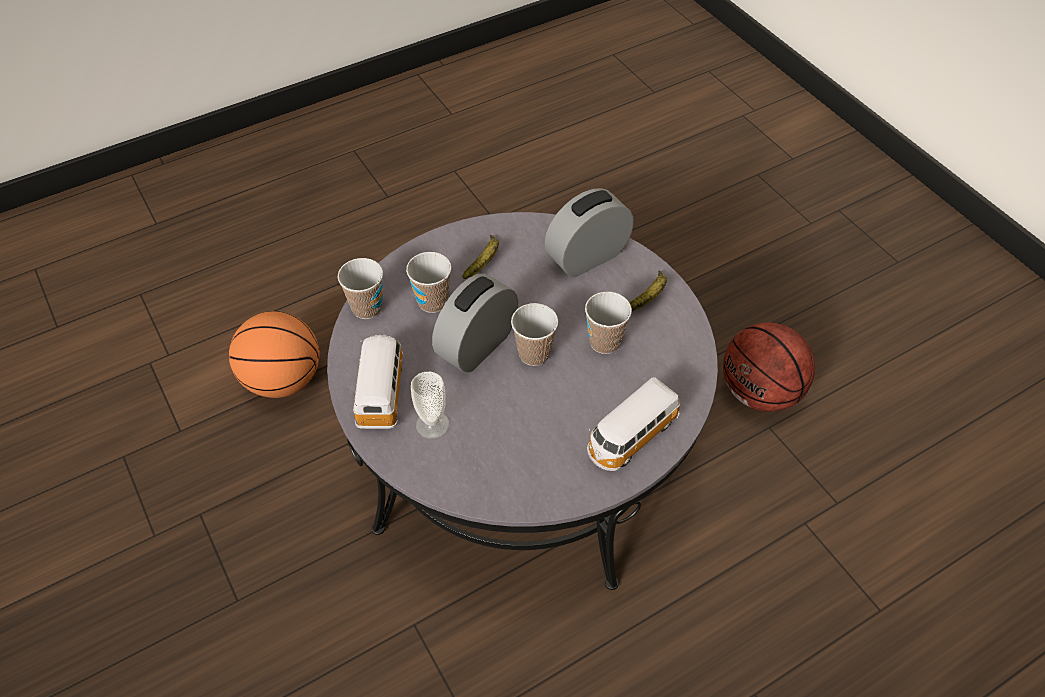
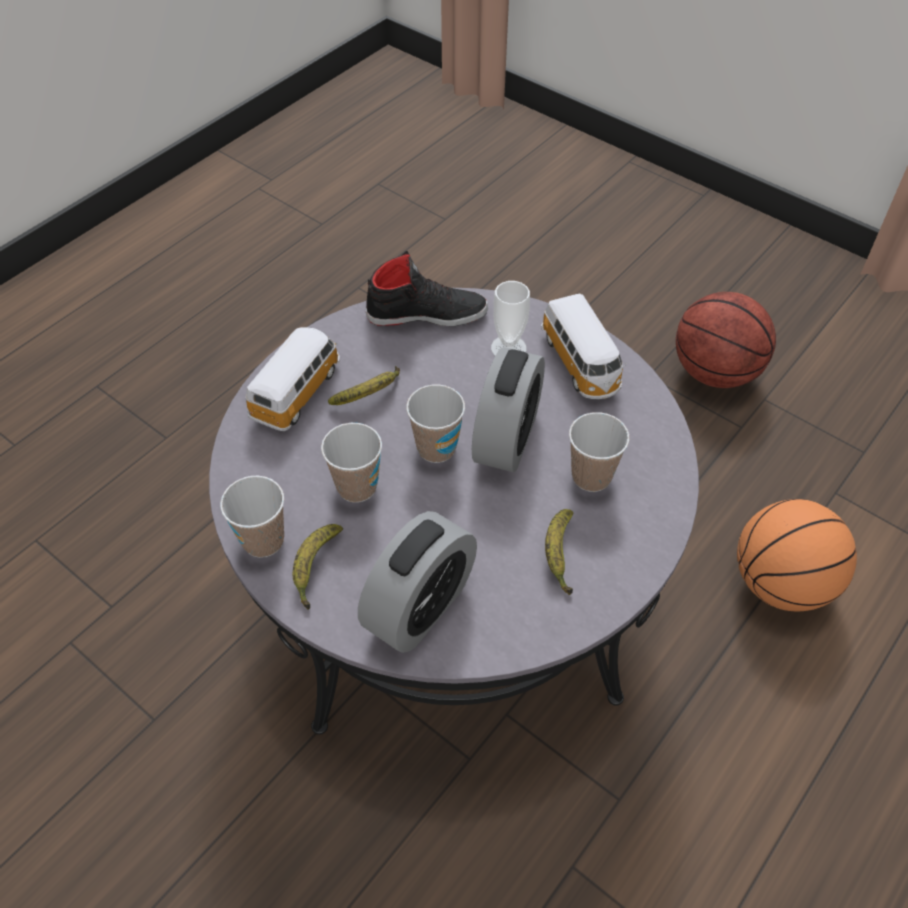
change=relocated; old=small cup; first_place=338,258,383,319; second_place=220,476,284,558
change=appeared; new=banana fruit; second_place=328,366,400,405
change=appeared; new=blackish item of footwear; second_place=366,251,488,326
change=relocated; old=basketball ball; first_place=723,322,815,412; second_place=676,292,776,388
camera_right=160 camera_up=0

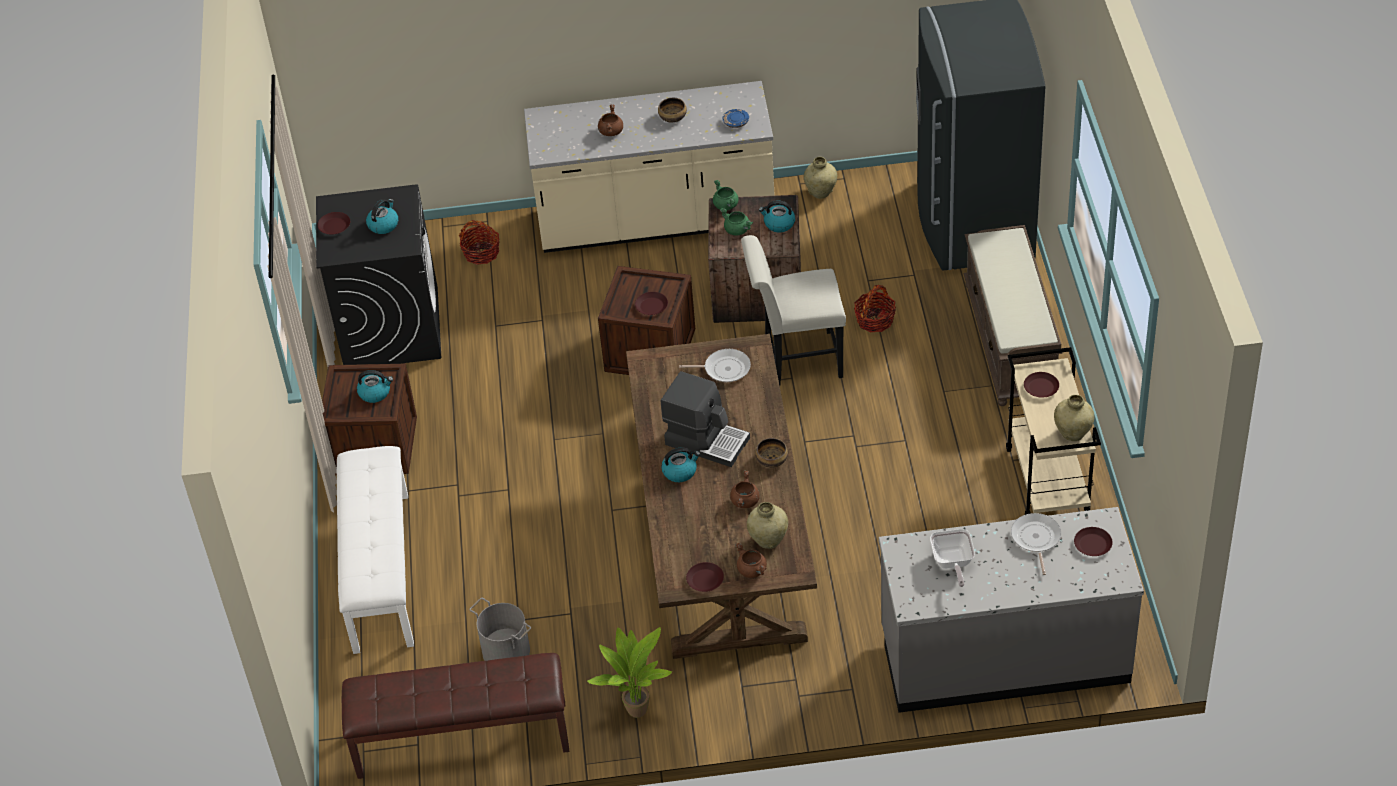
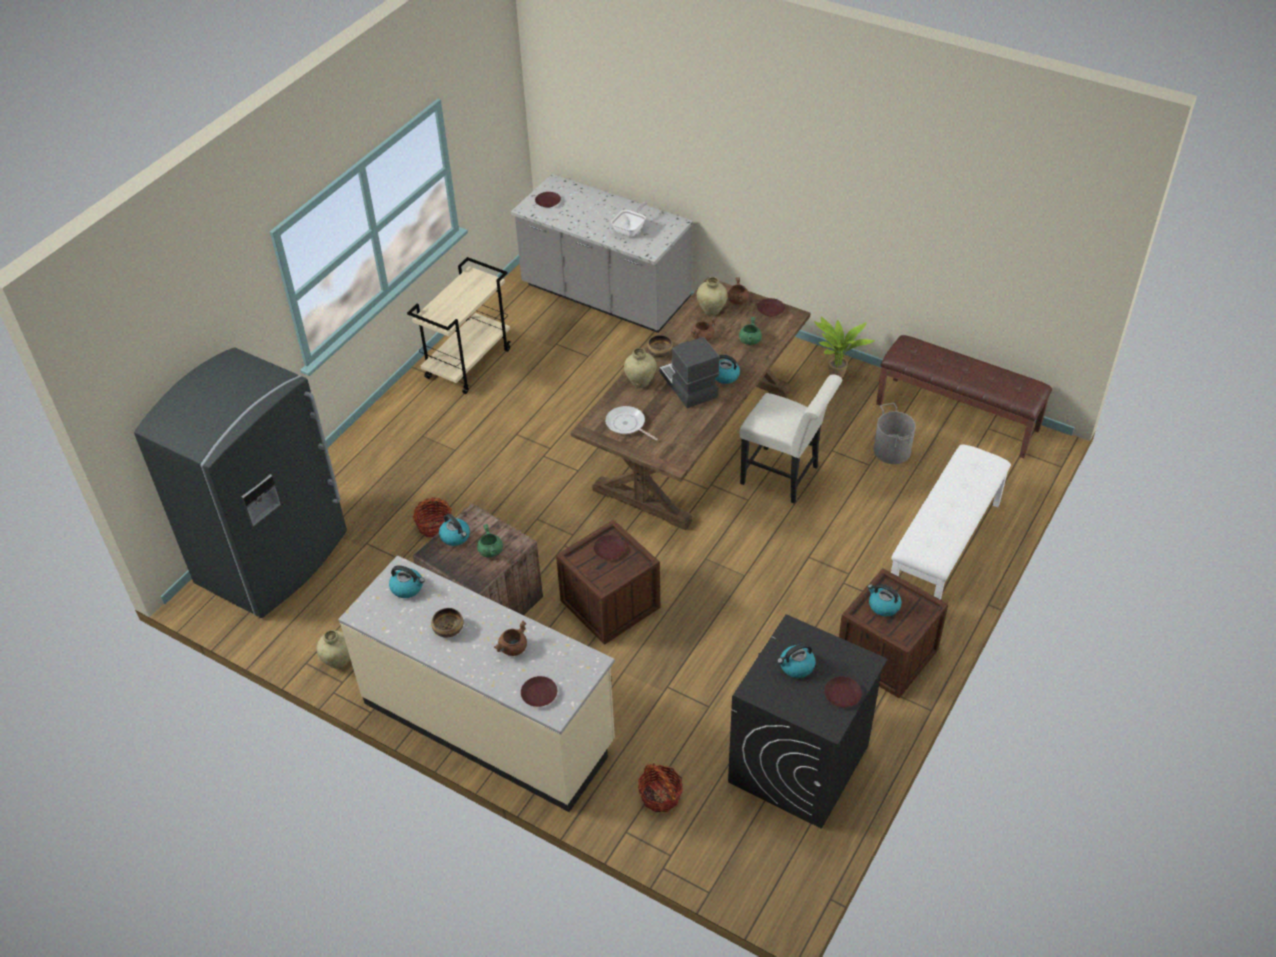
change=exchanged; old=bluish flat dish; new=tea kettle; first_place=722,109,749,128; second_place=389,565,425,598
change=relocated; old=brownish flat dish; first_place=1024,372,1059,397; second_place=521,676,557,707
change=relocated; old=beige vase; first_place=1054,395,1094,441; second_place=624,348,657,388
change=relocated; old=greenish saucepot; first_place=713,180,739,210; second_place=739,317,762,345
change=relocated; old=whitish upright chair; first_place=741,235,846,385; second_place=740,374,843,504
change=missing; old=brownish bench; first_place=963,225,1063,406
change=missing; old=pan; first_place=1011,513,1061,575
camera_right=-145 camera_up=0

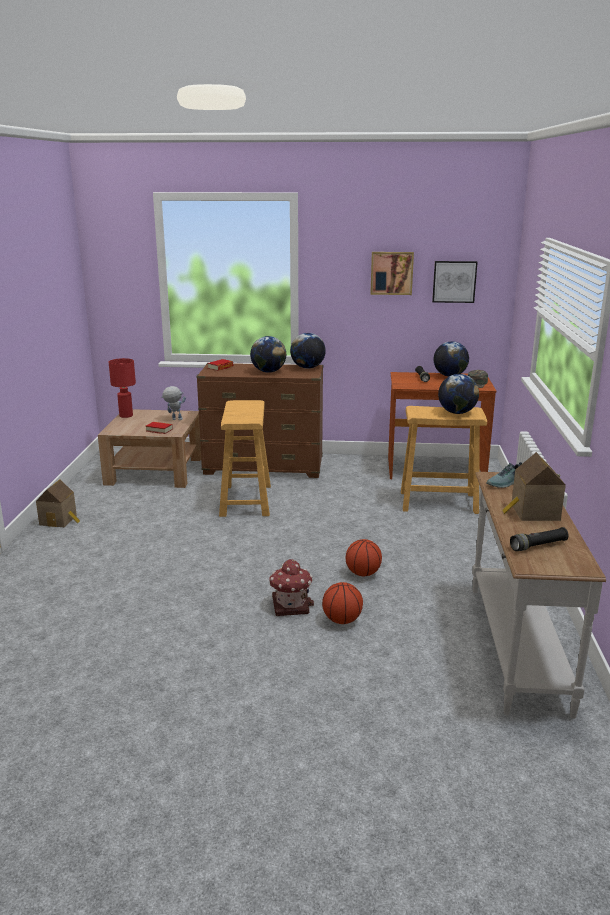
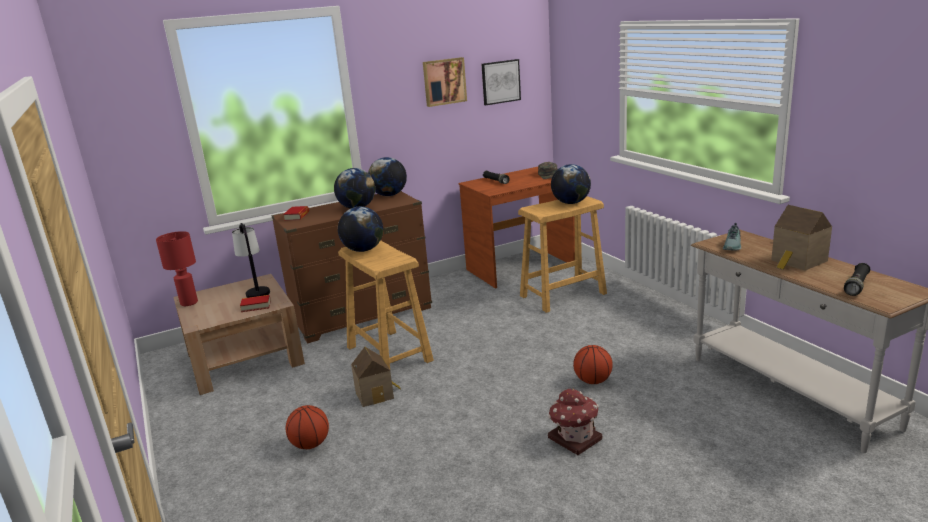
change=exchanged; old=robot figure; new=table lamp; first_place=161,386,186,420; second_place=232,223,270,298
change=relocated; old=basketball ball; first_place=322,582,363,624; second_place=286,405,329,449
change=relocated; old=globe; first_place=433,341,469,377; second_place=338,207,383,252
change=relocated; old=miniature house; first_place=36,479,80,527; second_place=351,347,401,407
camera_right=-30 camera_up=0

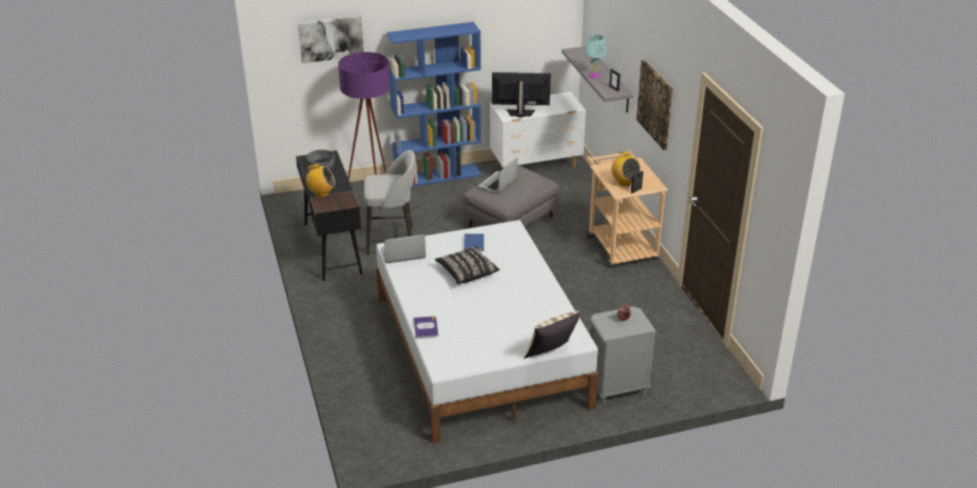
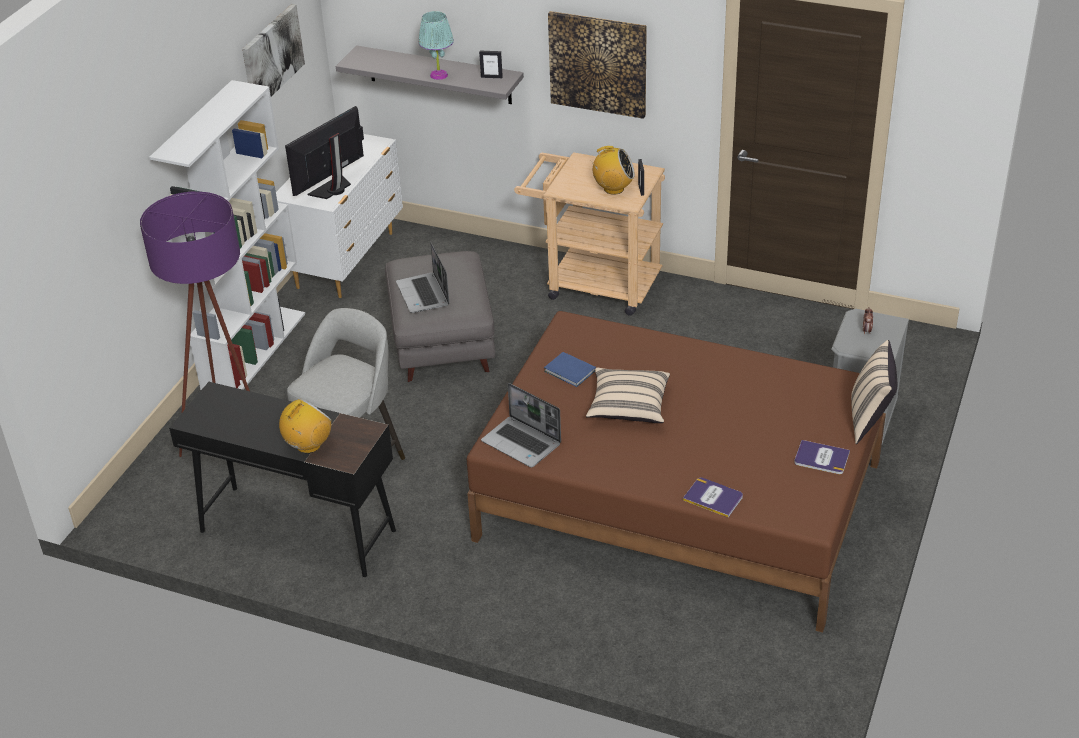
change=colour; old=bluish bookcase; new=whitish bookcase; first_place=387,22,481,187; second_place=149,80,305,390
change=relocated; old=picture; first_place=298,16,364,63; second_place=242,4,305,97
change=colour; old=whitish bed; new=brownish bed; first_place=376,220,598,443; second_place=467,311,886,632
change=spun; old=portable computer; first_place=381,234,426,263; second_place=481,383,561,468; degrees=-75
change=colour; old=blackish throw pillow; new=beige throw pillow; first_place=435,246,500,285; second_place=586,368,670,423
change=appeared; new=volume; second_place=794,440,850,474
change=missing; old=grey deep dish; first_place=307,150,335,169
camera_right=-50 camera_up=5

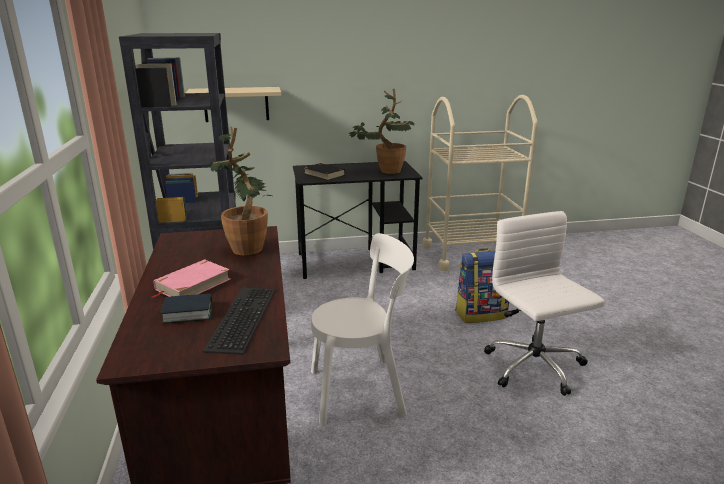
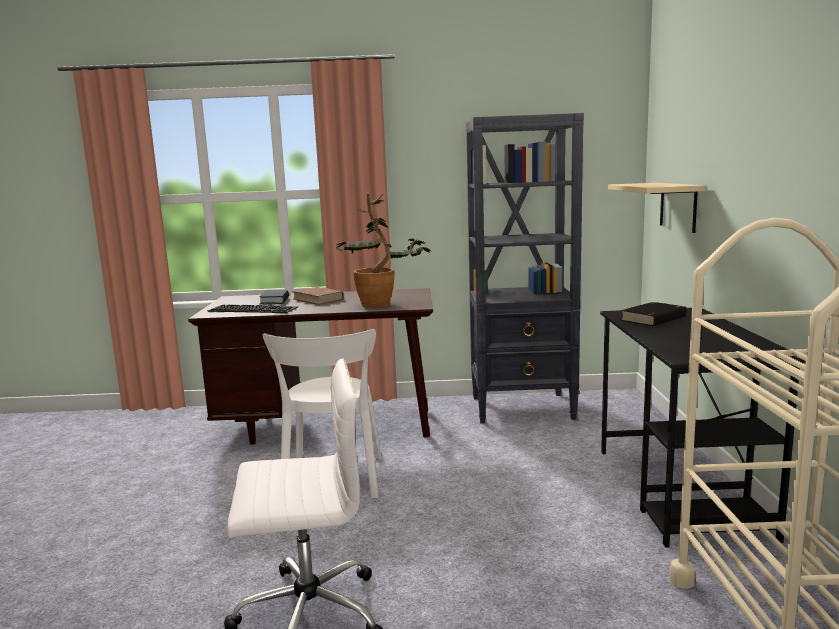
change=colour; old=pinkish volume; new=brownish volume; first_place=152,259,230,298; second_place=292,287,344,305
change=missing; old=potted plant; first_place=349,89,415,174
change=missing; old=backpack; first_place=455,248,509,323
camera_right=100 camera_up=-10

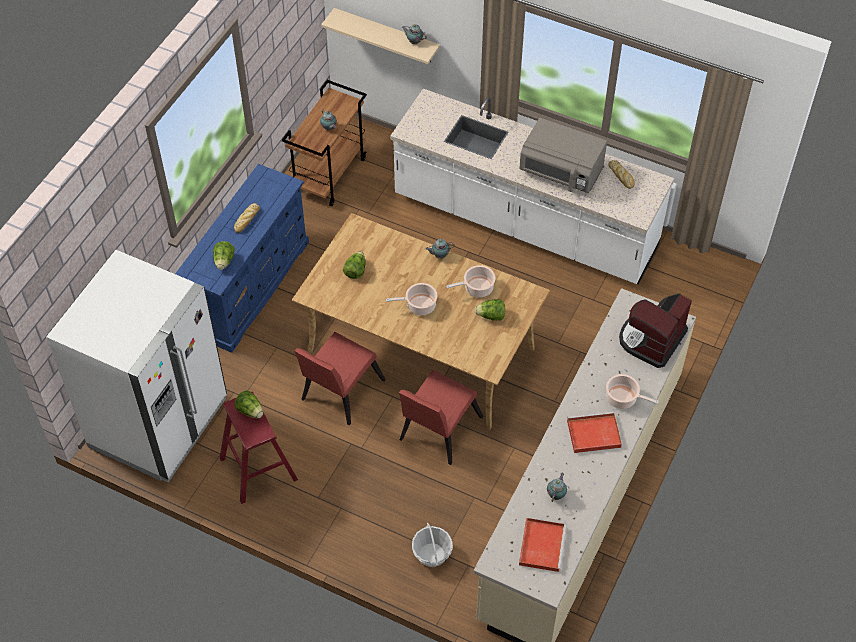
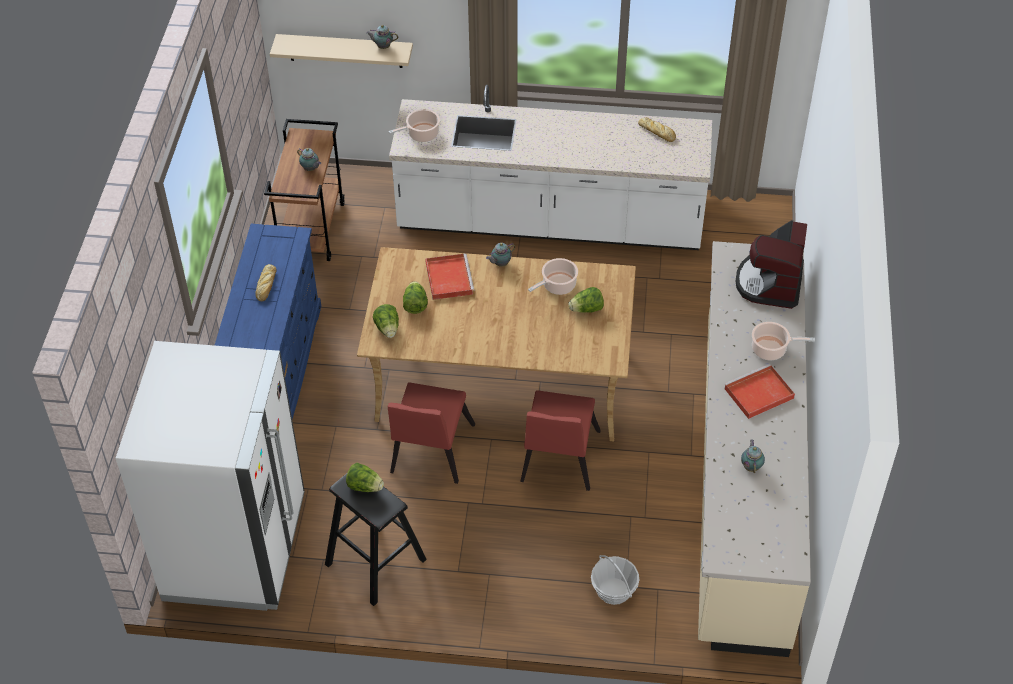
change=colour; old=red-coloured stool; new=blackish stool; first_place=220,392,298,504; second_place=325,474,427,606
change=relocated; old=lettuce head; first_place=213,241,235,270; second_place=373,304,399,338
change=relocated; old=saucepot; first_place=386,283,437,316; second_place=389,109,440,142
change=relocated; old=red-coloured serving tray; first_place=519,518,567,572; second_place=425,253,474,300
change=missing; old=grey microwave; first_place=519,118,607,193
camera_right=-20 camera_up=-5

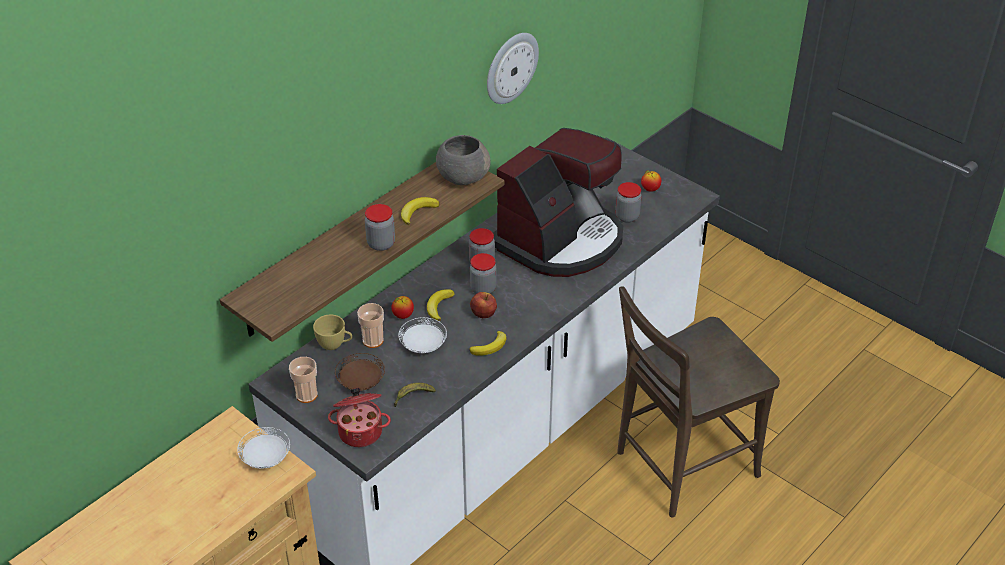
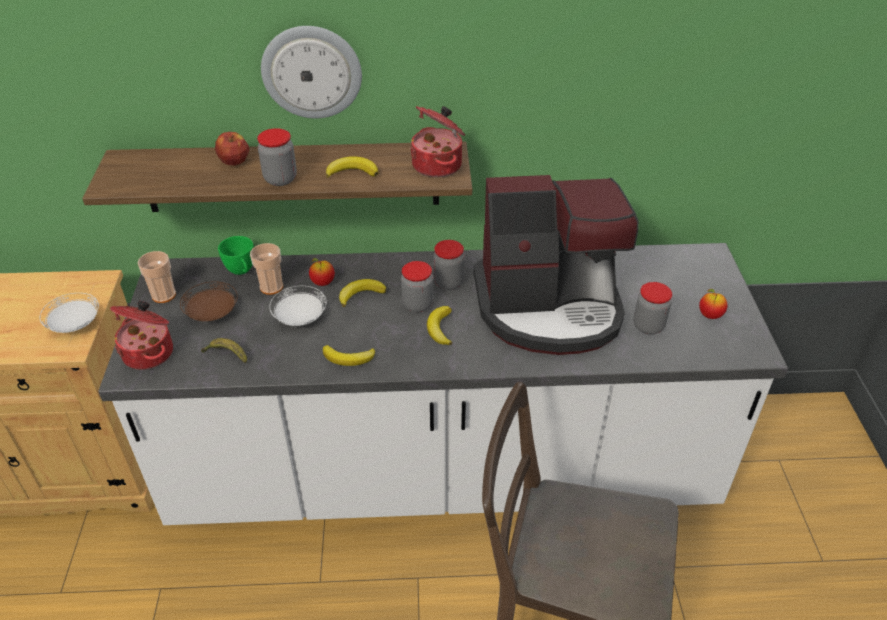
change=relocated; old=apple fruit; first_place=470,292,497,318; second_place=215,132,249,166
change=colour; old=yellow small cup; new=greenish small cup; first_place=313,315,352,350; second_place=218,236,254,275
change=relocated; old=wall clock; first_place=487,33,539,104; second_place=261,26,362,119
change=exchanged; old=grey deep dish; new=saucepot; first_place=436,135,491,185; second_place=410,106,466,177
change=appeared; new=banana fruit; second_place=427,306,452,345
camera_right=45 camera_up=0

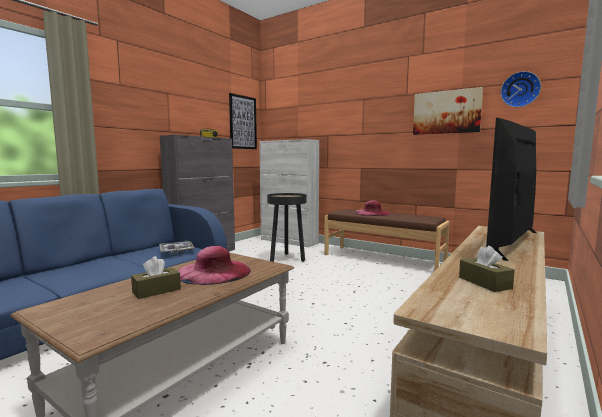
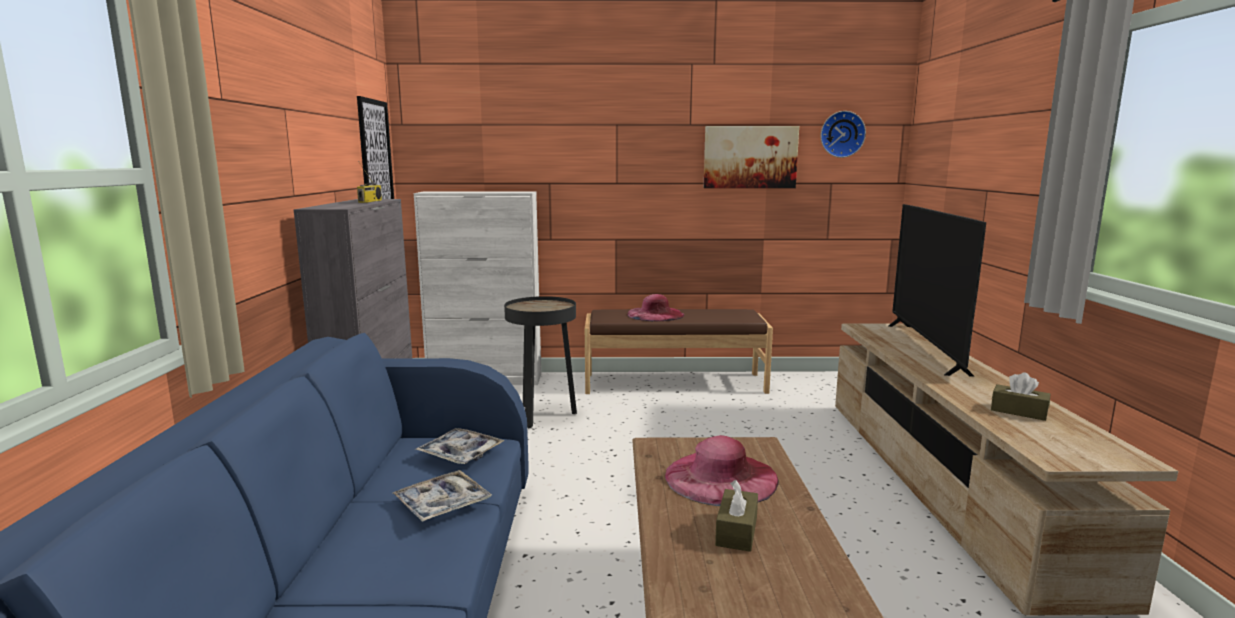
change=appeared; new=serving tray; second_place=393,470,492,522
camera_right=-35 camera_up=5

